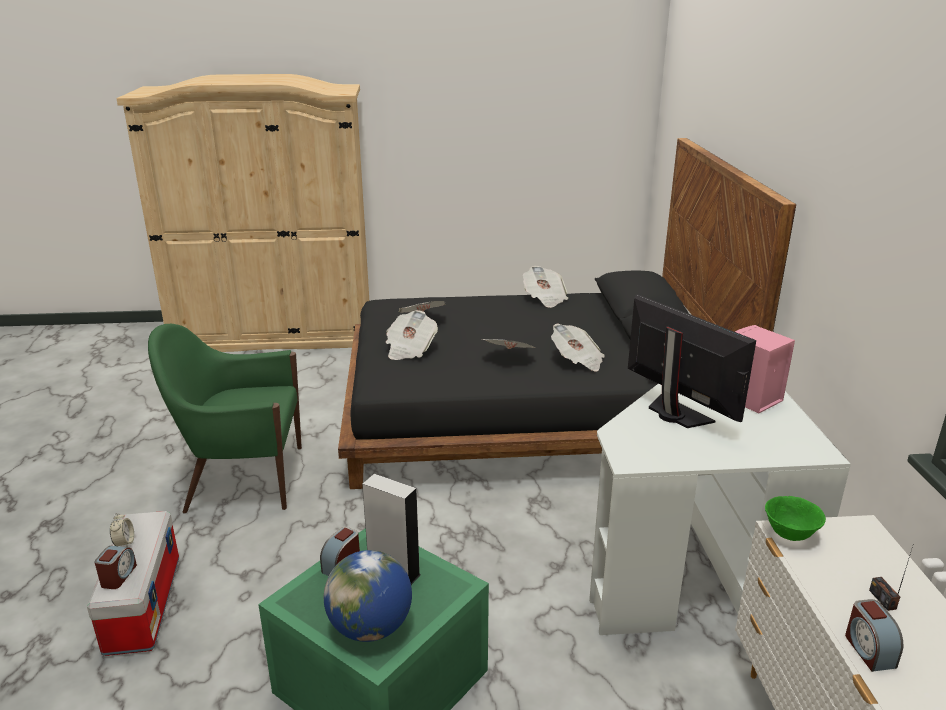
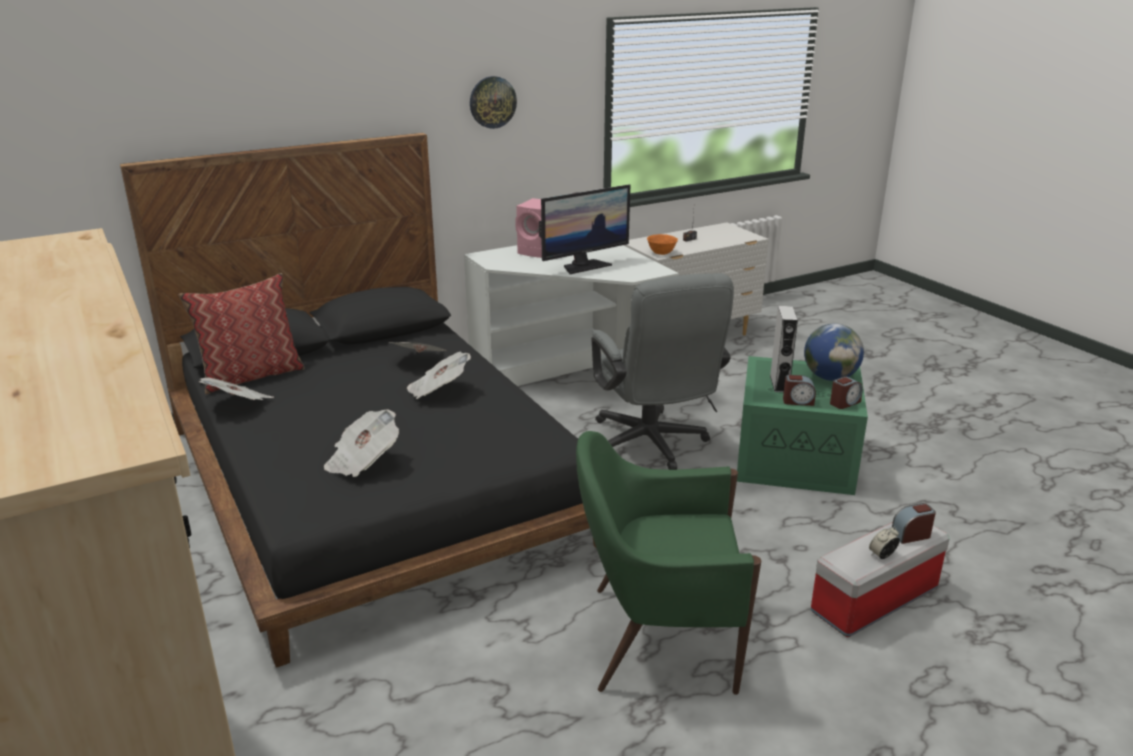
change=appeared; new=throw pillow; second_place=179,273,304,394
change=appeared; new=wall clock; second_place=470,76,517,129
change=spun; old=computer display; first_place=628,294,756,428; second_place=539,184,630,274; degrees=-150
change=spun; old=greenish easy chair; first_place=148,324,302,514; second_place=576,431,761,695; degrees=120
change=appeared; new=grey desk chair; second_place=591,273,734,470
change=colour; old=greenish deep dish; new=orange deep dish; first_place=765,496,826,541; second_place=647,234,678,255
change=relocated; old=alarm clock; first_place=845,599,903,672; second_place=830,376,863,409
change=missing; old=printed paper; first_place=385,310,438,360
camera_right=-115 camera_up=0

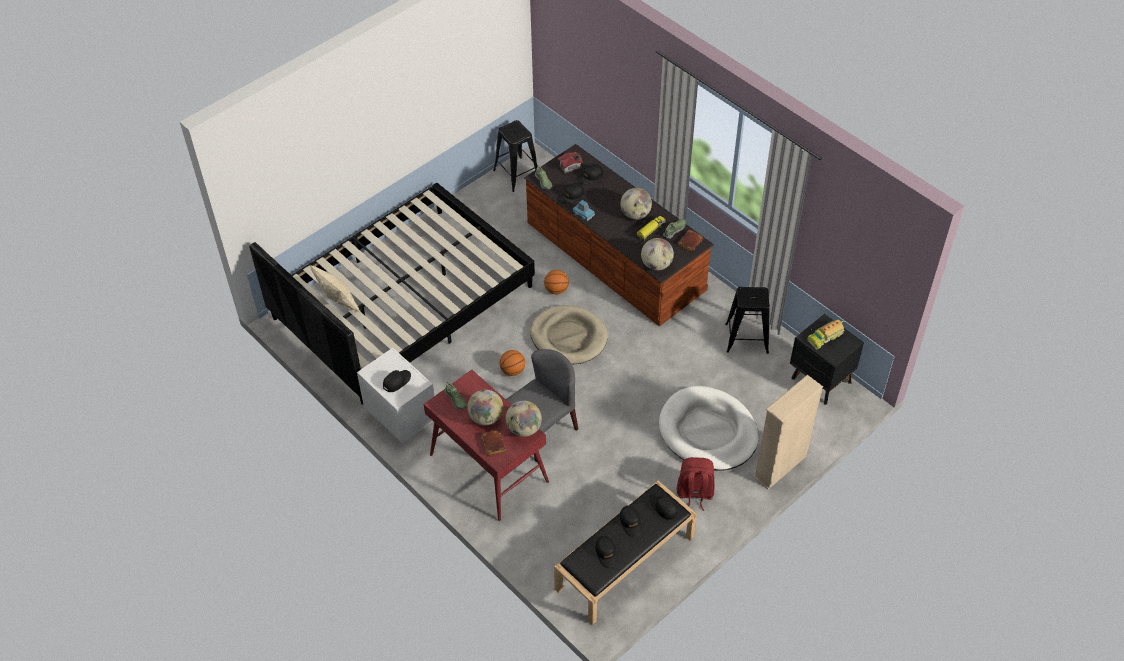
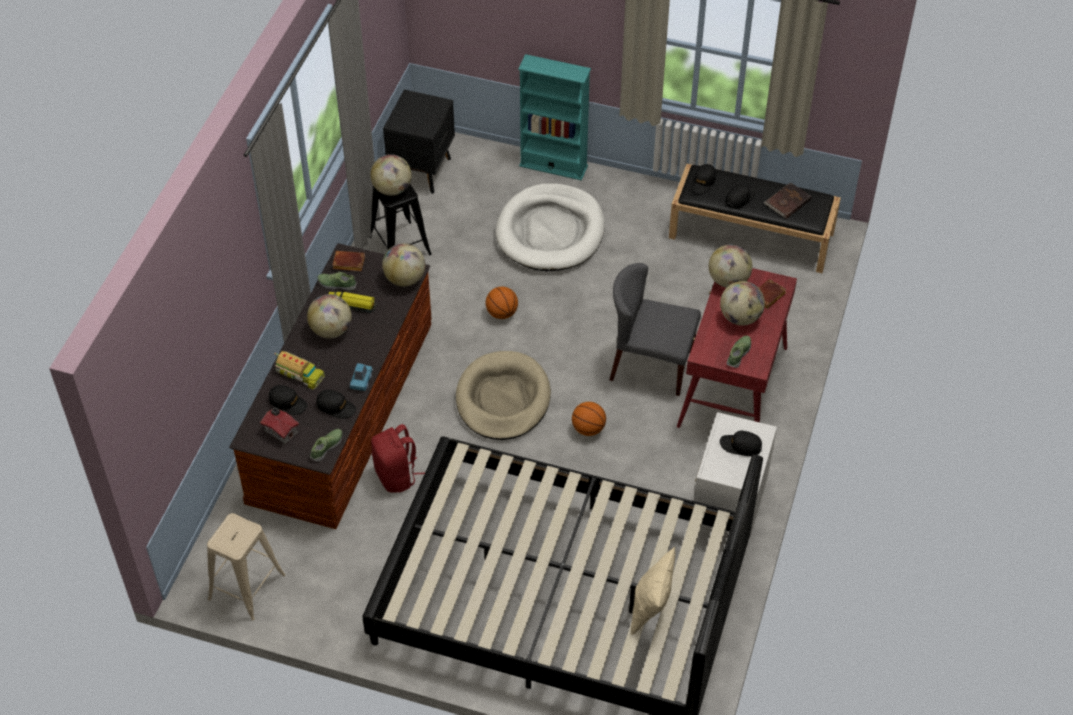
change=colour; old=blackish stool; new=beige stool; first_place=493,120,537,192; second_place=207,513,286,621
change=relocated; old=toy truck; first_place=807,319,845,349; second_place=274,351,325,389
change=appeared; new=globe; second_place=370,154,412,196
change=relocated; old=red-coloured backpack; first_place=677,457,715,511; second_place=371,424,425,493
change=relocated; old=basketball ball; first_place=544,270,569,294; second_place=486,287,518,319
change=colour; old=beige bookcase; new=turquoise bookcase; first_place=753,375,823,489; second_place=518,54,591,181
change=exchanged; old=blackish cap; new=brownish volume; first_place=595,536,618,568; second_place=763,182,811,219
camera_right=-120 camera_up=0

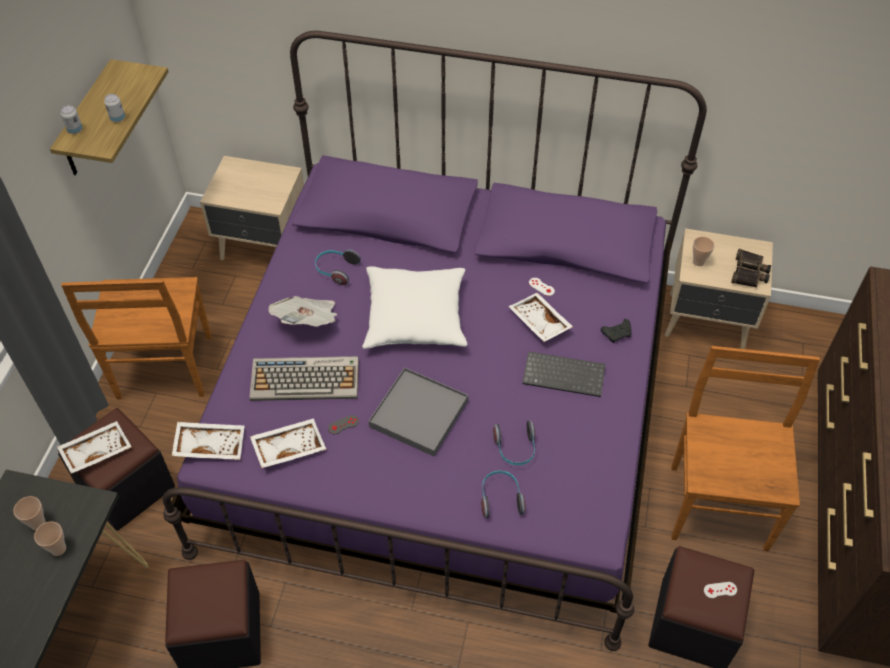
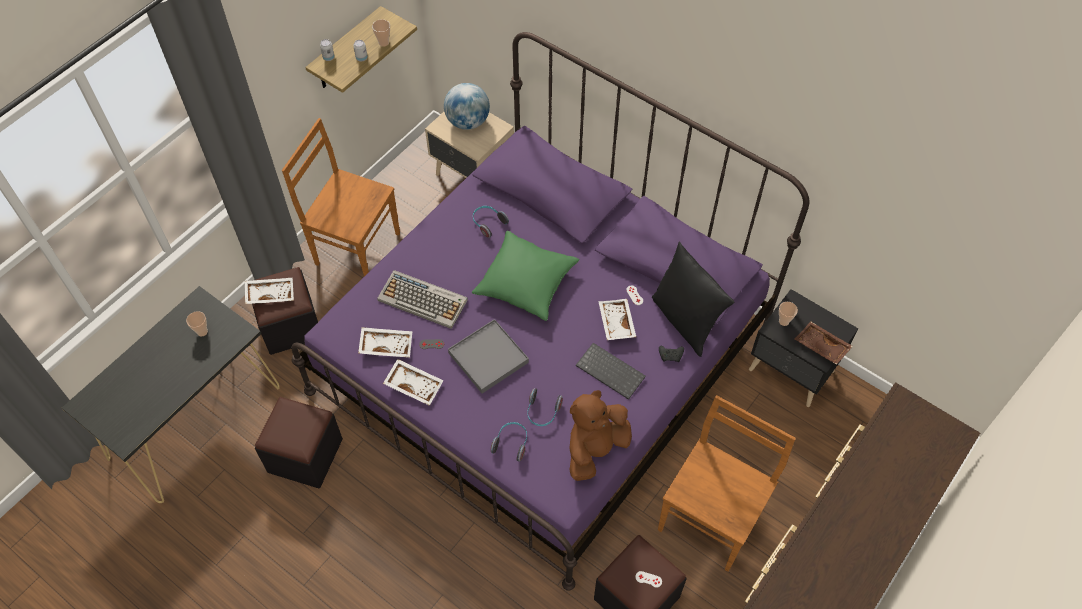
change=spun; old=brownish upright chair; first_place=61,277,212,400; second_place=282,118,400,276; degrees=90
change=relocated; old=small cup; first_place=34,522,66,556; second_place=372,19,390,47
change=relocated; old=whitish serving tray; first_place=172,422,244,460; second_place=383,359,444,406
change=appeared; new=globe; second_place=444,83,490,130
change=colour; old=whitish throw pillow; new=greenish throw pillow; first_place=362,266,467,349; second_place=472,231,579,321
change=appeared; new=brownish cuddly toy; second_place=569,390,632,481
change=appeared; new=blackish throw pillow; second_place=652,241,734,357
change=colour; old=beige bedside table; new=blackish bedside table; first_place=665,228,773,349; second_place=749,289,858,407
change=exchanged; old=field glasses; new=brownish serving tray; first_place=731,249,771,287; second_place=795,322,853,365
change=missing; old=printed paper; first_place=269,296,337,326
camera_right=25 camera_up=5

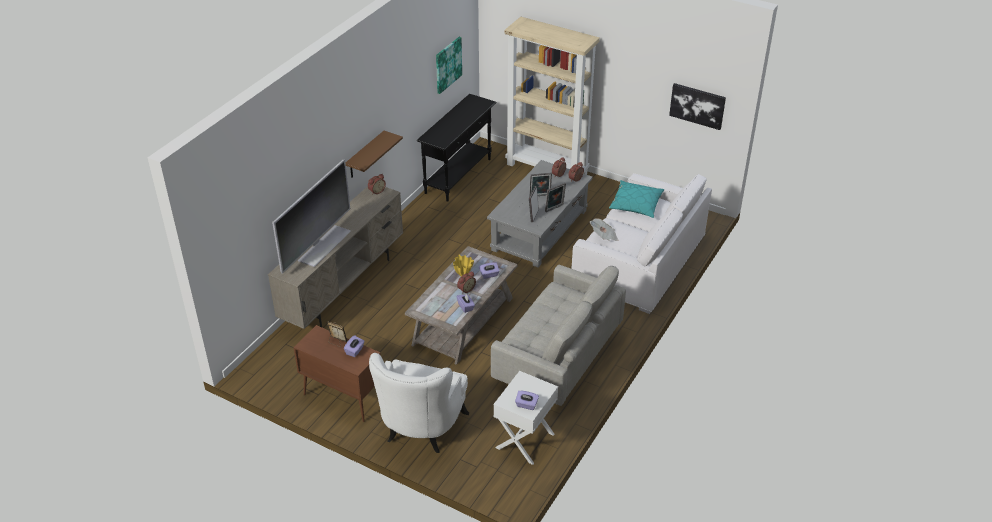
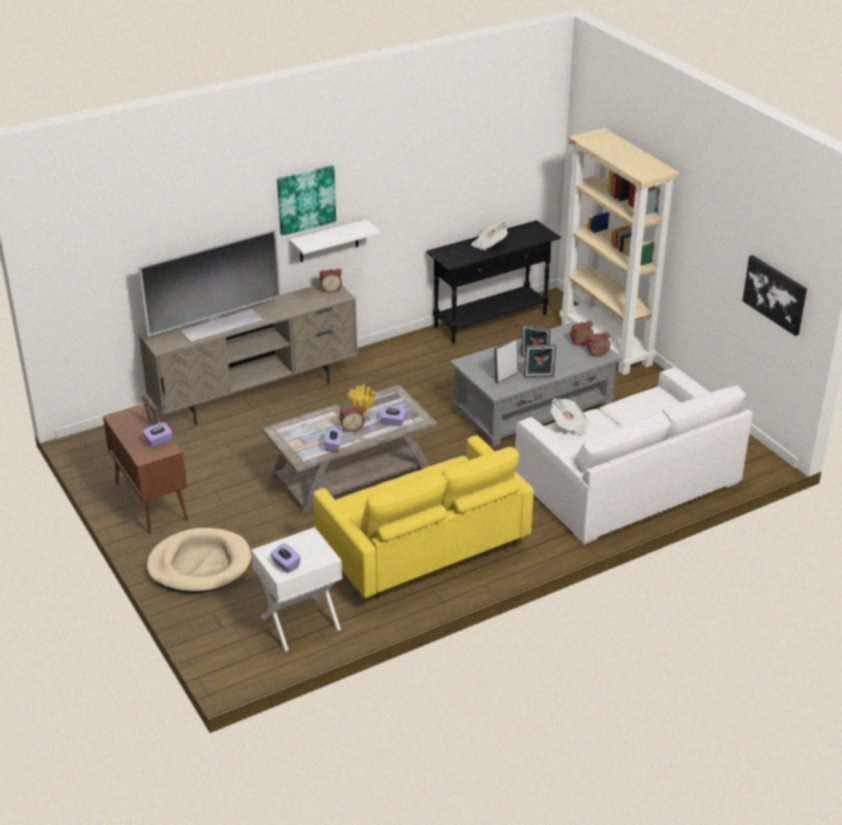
change=exchanged; old=whitish easy chair; new=beige dog cushion; first_place=369,353,469,453; second_place=147,528,251,593
change=relocated; old=picture; first_place=436,37,462,94; second_place=277,165,336,236
change=colour; old=brownish bracket shelf; new=whitish bracket shelf; first_place=346,131,403,178; second_place=290,219,381,262
change=colour; old=grey couch; new=yellow couch; first_place=491,265,626,406; second_place=313,435,534,600
change=appeared; new=printed paper; second_place=471,221,508,250
change=missing; old=turquoise throw pillow; first_place=609,180,664,218
camera_right=30 camera_up=-5

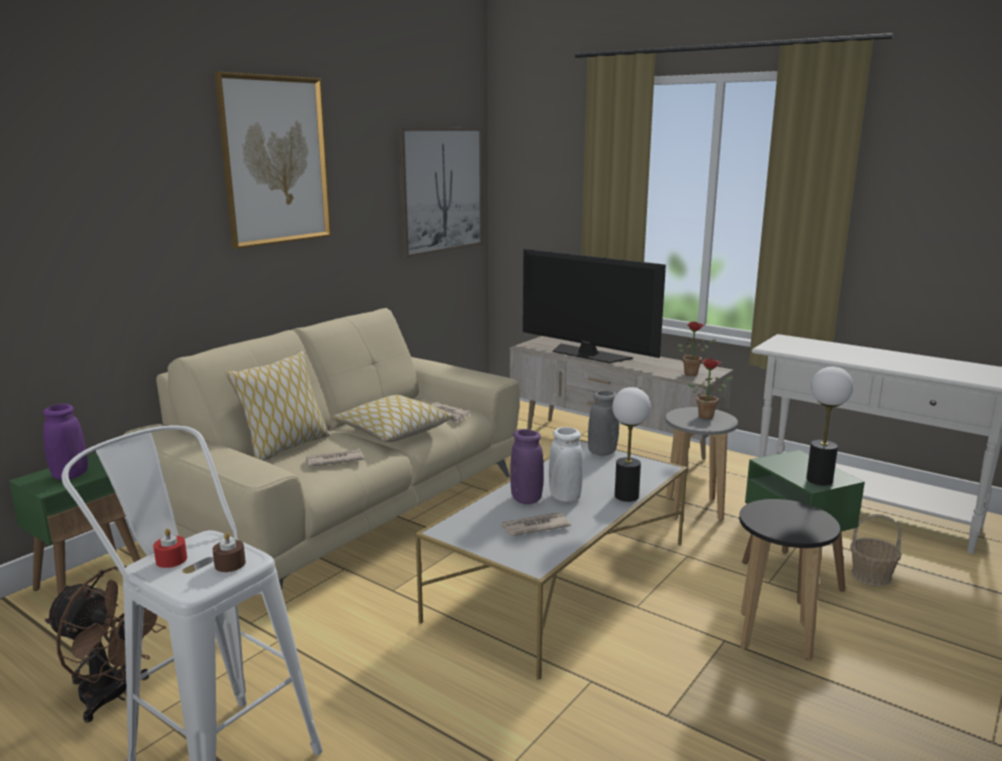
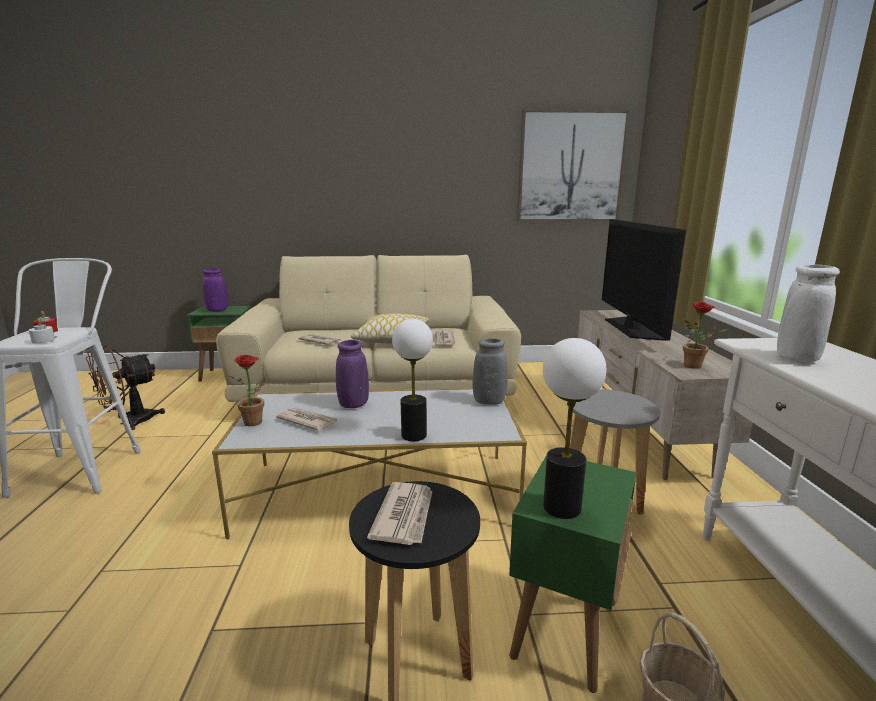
change=colour; old=brownish candle; new=whitish candle; first_place=212,532,246,572; second_place=29,319,55,343
change=spun; old=brownish cooling fan; first_place=45,566,166,723; second_place=86,344,165,430; degrees=60
change=relocated; old=potted plant; first_place=688,359,733,419; second_place=230,355,264,426
change=appeared; new=printed paper; second_place=367,482,432,545
change=relocated; old=whitish vase; first_place=549,427,583,502; second_place=777,264,840,362
change=missing; old=picture; first_place=214,72,331,249
change=missing; old=throw pillow; first_place=225,351,330,461
camera_right=50 camera_up=0

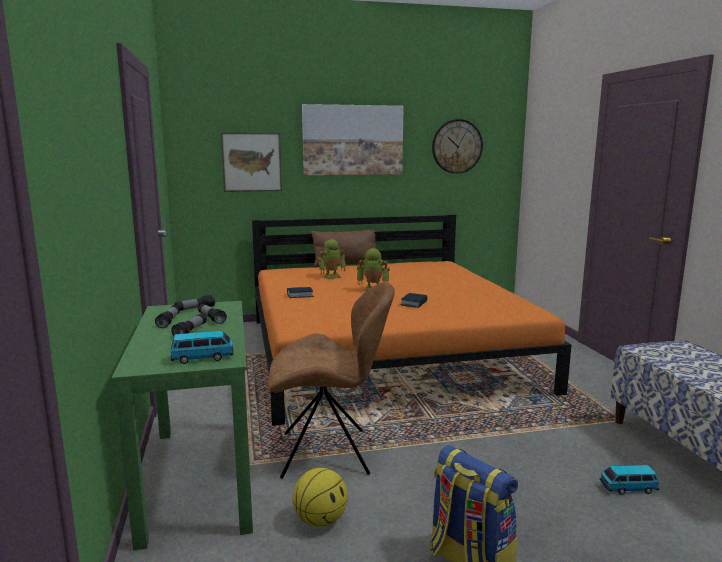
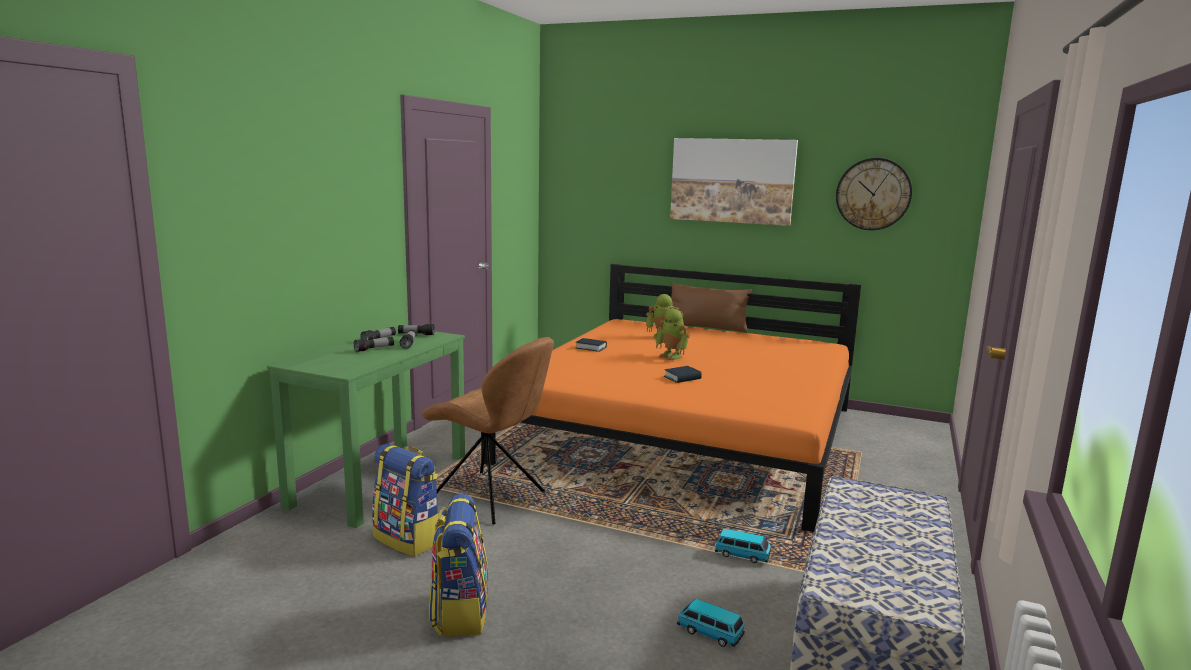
change=exchanged; old=basketball ball; new=backpack; first_place=293,468,348,527; second_place=372,444,438,557
change=relocated; old=toy car; first_place=170,331,234,364; second_place=715,529,771,563
change=missing; old=picture; first_place=221,132,282,192
camera_right=35 camera_up=0

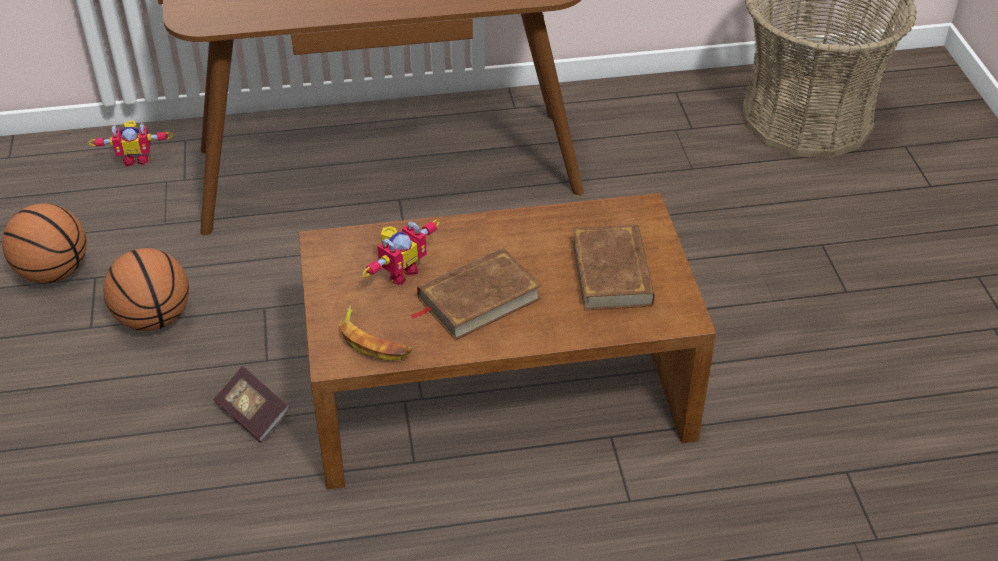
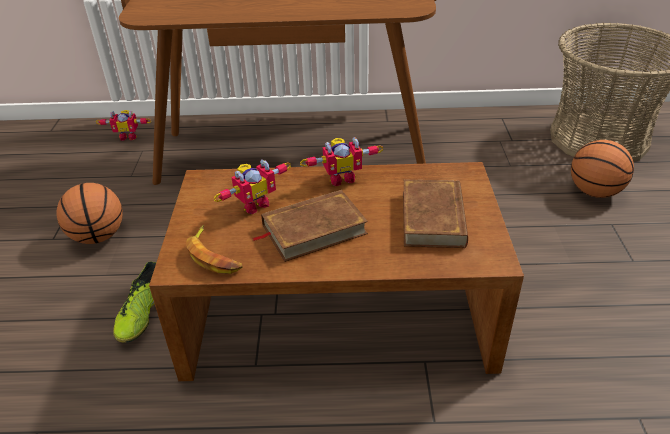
change=exchanged; old=volume; new=item of footwear; first_place=213,366,291,443; second_place=113,261,156,343
change=appeared; new=robot figure; second_place=300,137,384,186
change=relocated; old=basketball ball; first_place=2,203,87,283; second_place=571,140,634,198
camera_right=10 camera_up=-5

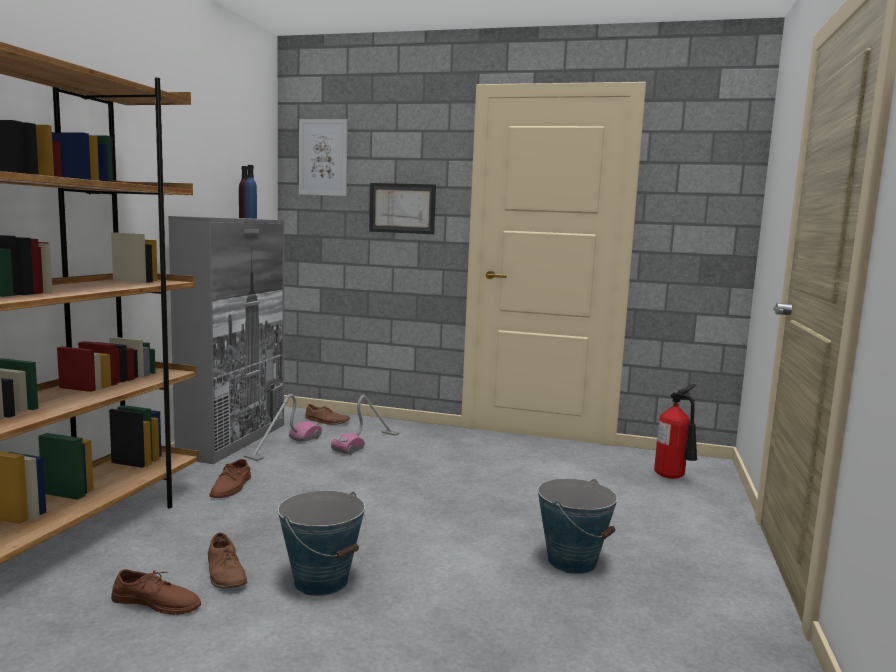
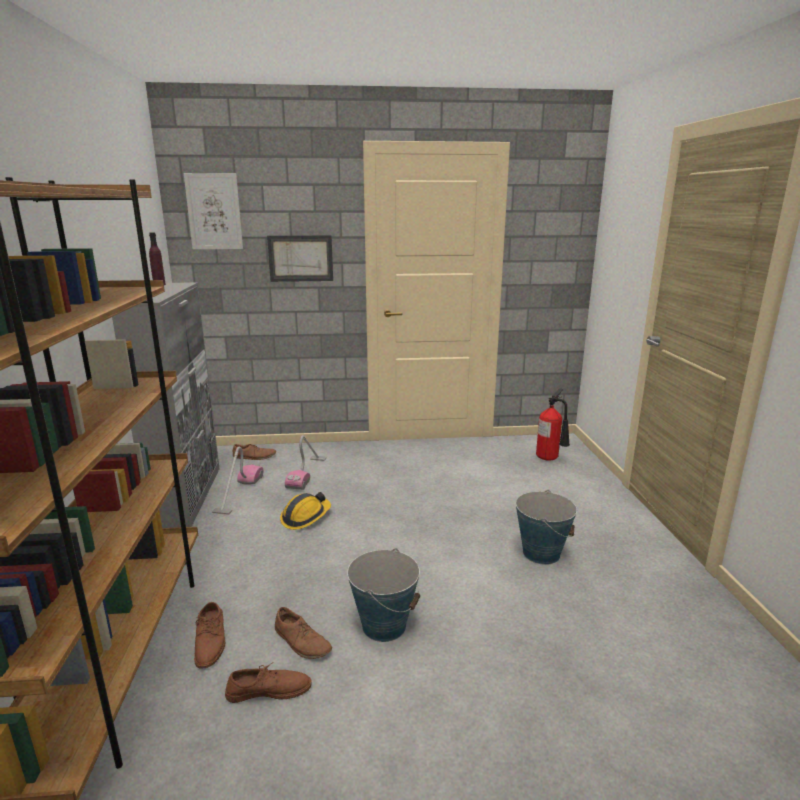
change=relocated; old=brownish item of footwear; first_place=209,459,251,498; second_place=194,602,225,669
change=appeared; new=work helmet; second_place=280,492,331,530
change=missing; old=bluish drink bottle; first_place=245,165,257,219
camera_right=-20 camera_up=10

